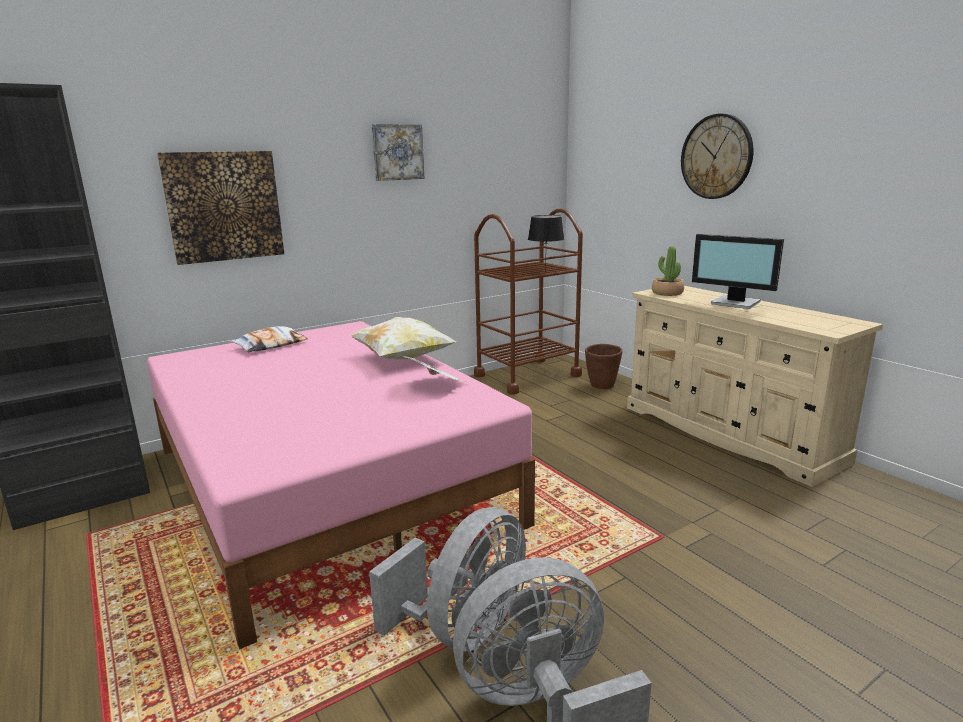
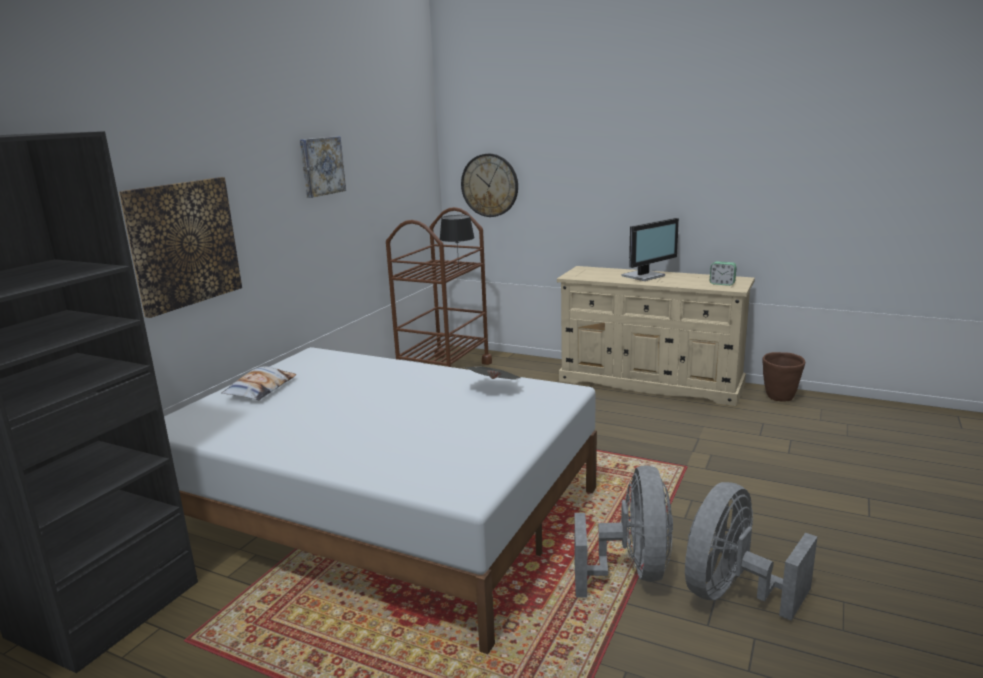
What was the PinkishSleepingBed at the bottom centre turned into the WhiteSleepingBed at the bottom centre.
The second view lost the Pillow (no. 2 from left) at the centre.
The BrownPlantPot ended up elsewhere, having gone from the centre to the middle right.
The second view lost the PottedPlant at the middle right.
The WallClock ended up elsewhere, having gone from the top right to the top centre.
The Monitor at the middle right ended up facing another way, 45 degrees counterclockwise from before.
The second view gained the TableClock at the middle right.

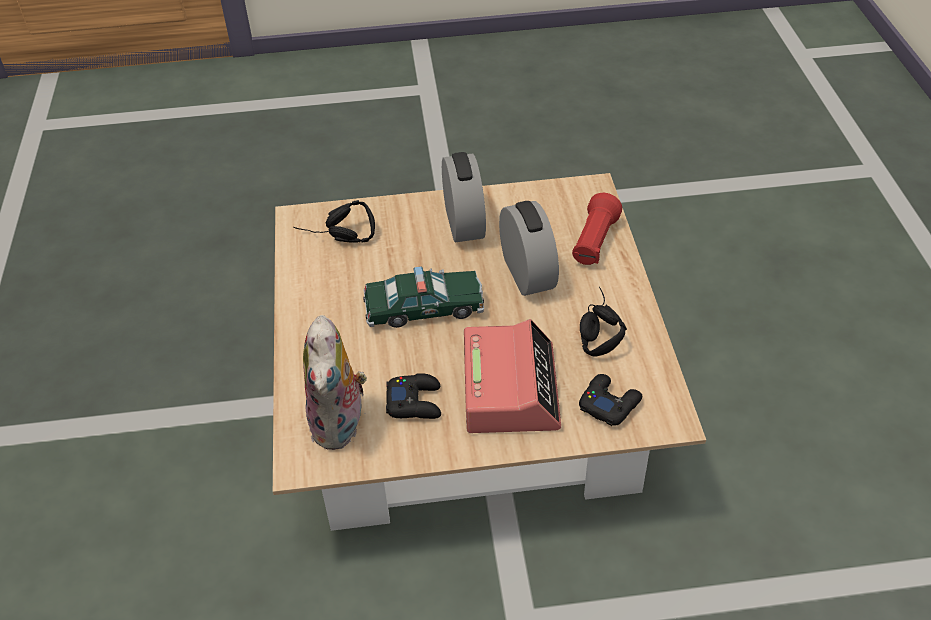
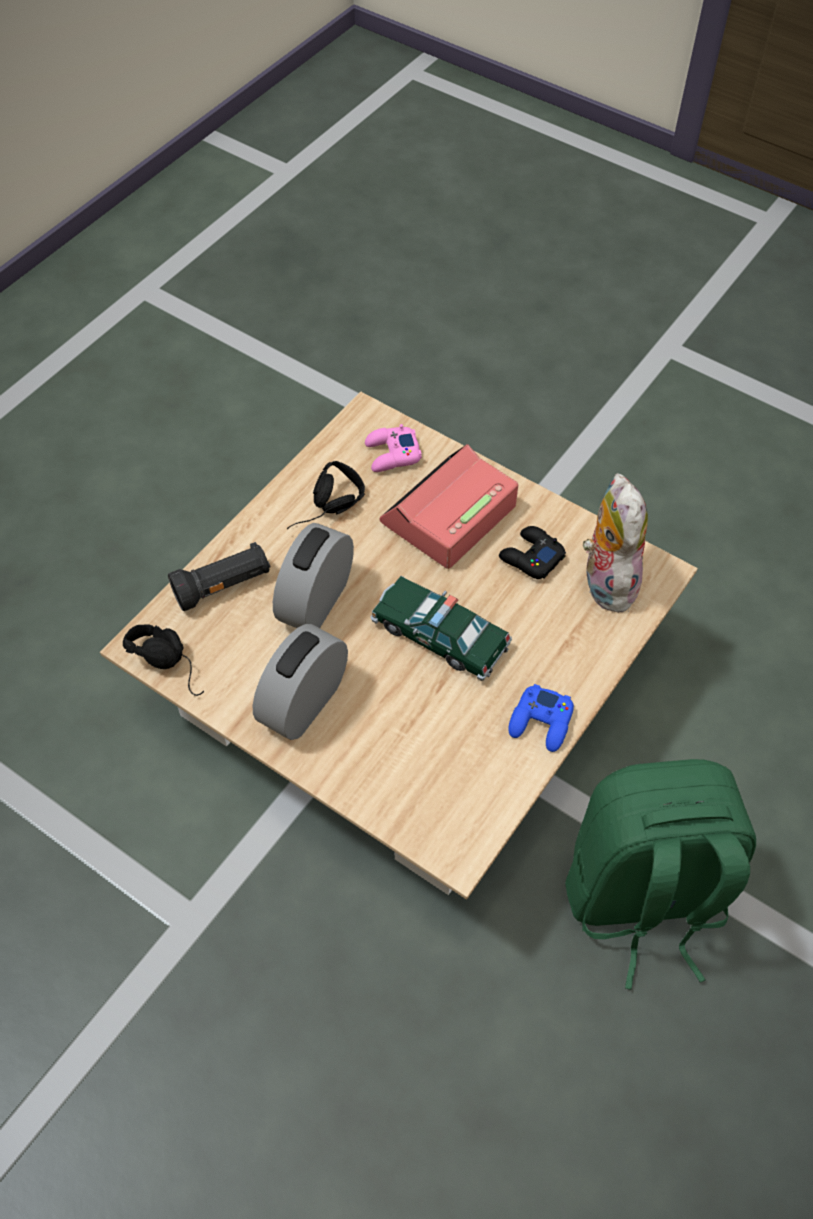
The BlackHeadphones (no. 1 from left) ended up elsewhere, having gone from the centre to the middle left.
The CuddlyToy at the centre ended up facing another way, 45 degrees counterclockwise from before.
What was the RedColouredHandTorch at the centre turned into the BlackHandTorch at the middle left.
What was the BlackGameController (no. 2 from left) at the centre turned into the PinkishGameController at the centre.
The second view gained the BluishGameController at the centre.
The second view gained the GreenRucksack at the bottom right.

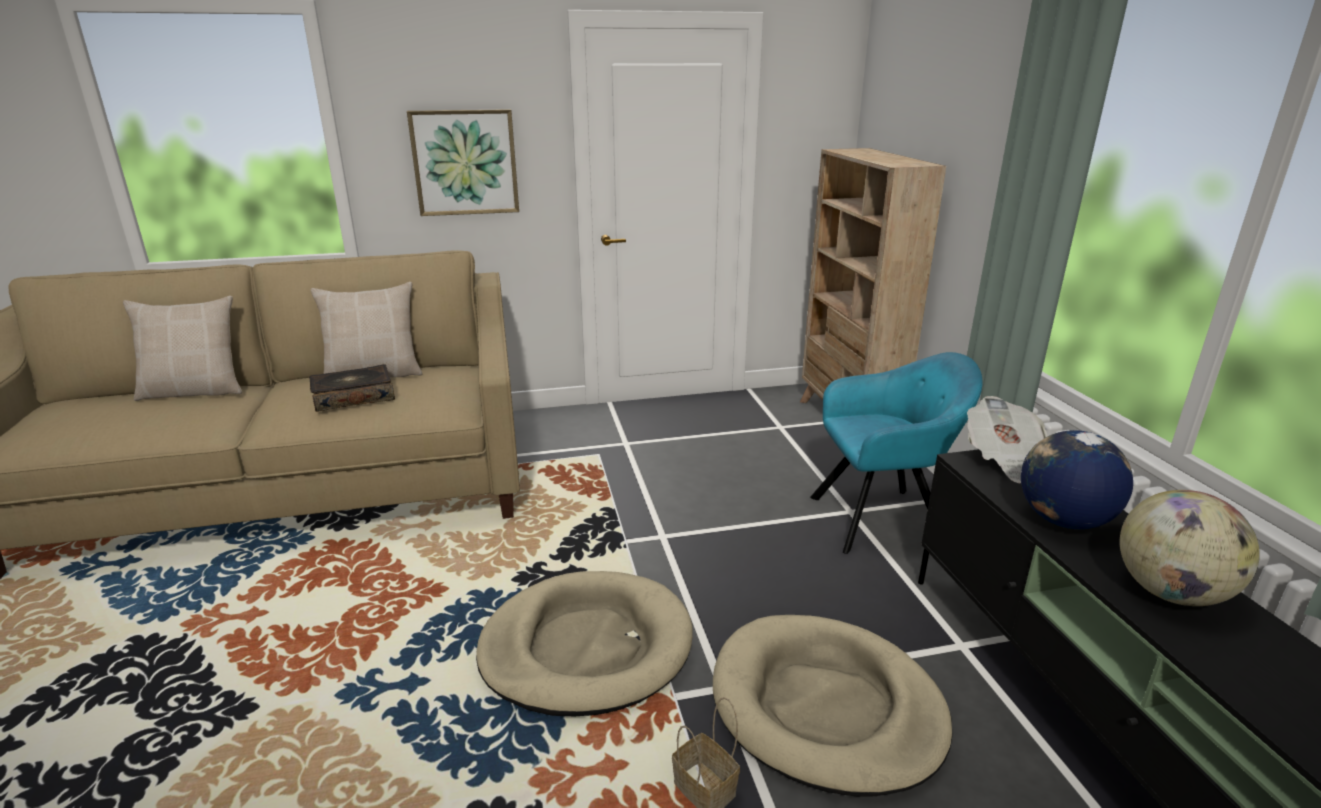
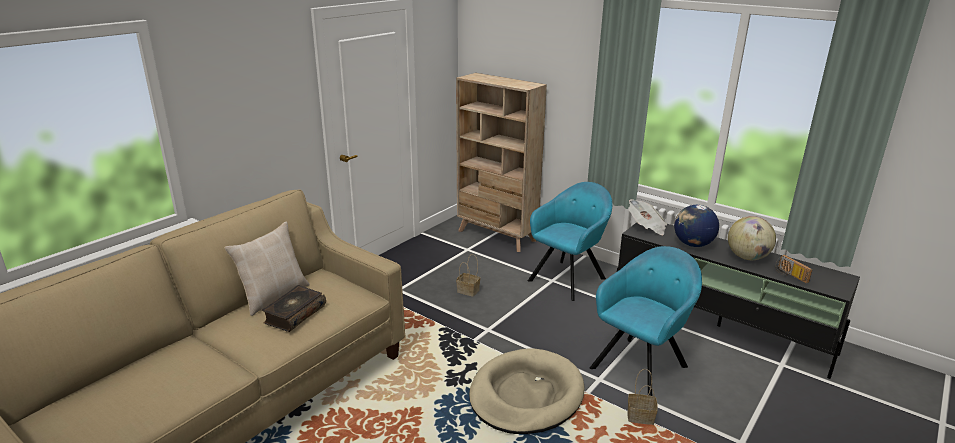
The second view lost the BeigePillow (no. 1 from left) at the middle left.
The second view lost the Picture at the top centre.
Where the BeigeDogBed (no. 2 from left) stood at the bottom centre, the TurquoiseColouredArmchair (no. 2 from left) came to stand at the bottom right.
The second view gained the StorageBasket (no. 1 from left) at the centre.
The second view gained the RadioReceiver at the middle right.

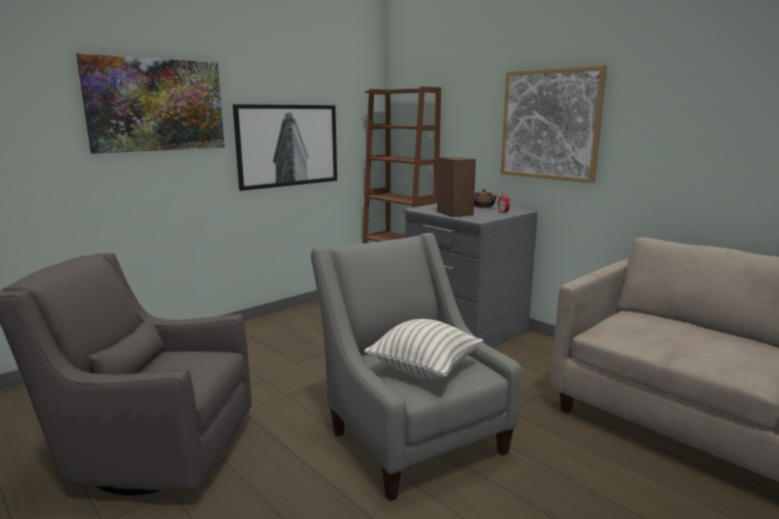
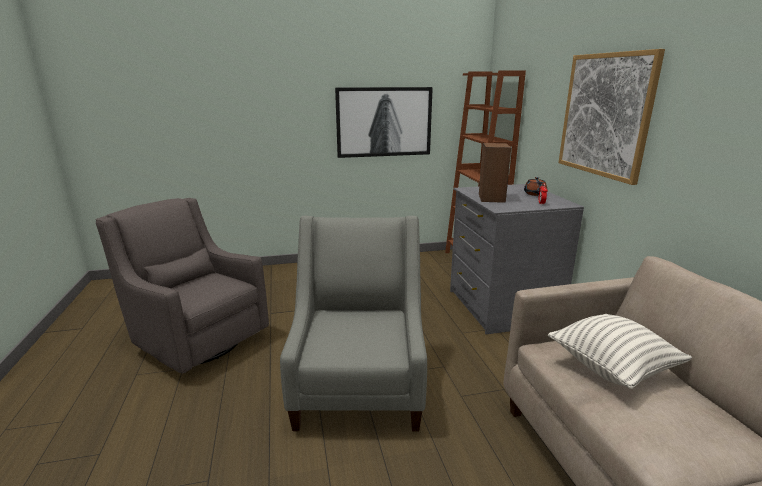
The second view lost the Picture (no. 1 from left) at the top left.
The Pillow ended up elsewhere, having gone from the bottom centre to the bottom right.

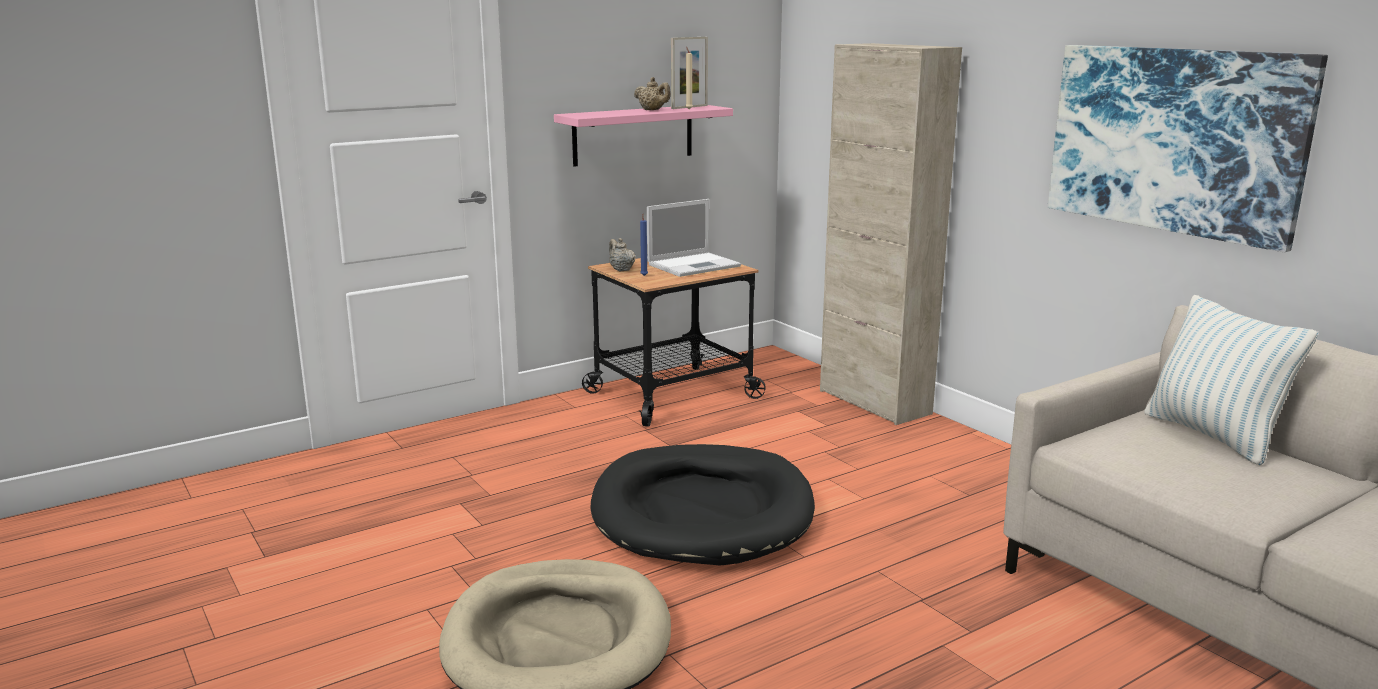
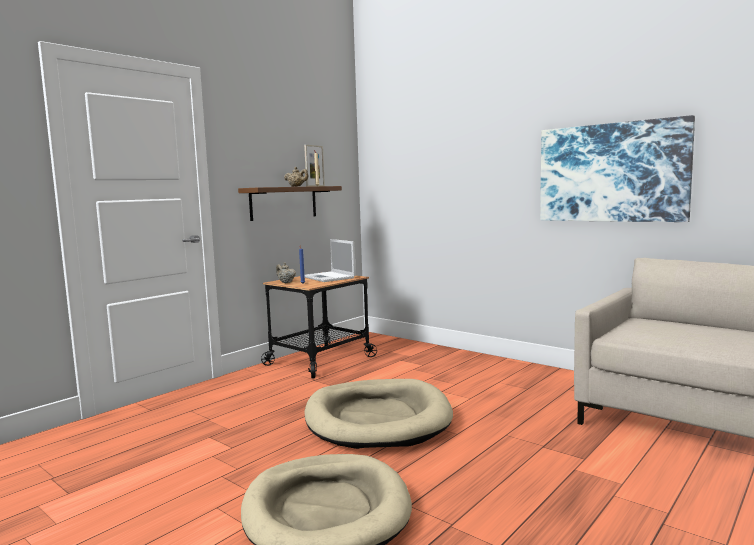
What was the PinkishShelf at the top centre turned into the BrownShelf at the centre.
What was the BlackDogBed at the bottom centre turned into the BeigeDogBed (no. 2 from left) at the bottom centre.
The Laptop at the centre ended up facing another way, 105 degrees clockwise from before.
The second view lost the BeigeCabinet at the centre.
The second view lost the Pillow at the middle right.

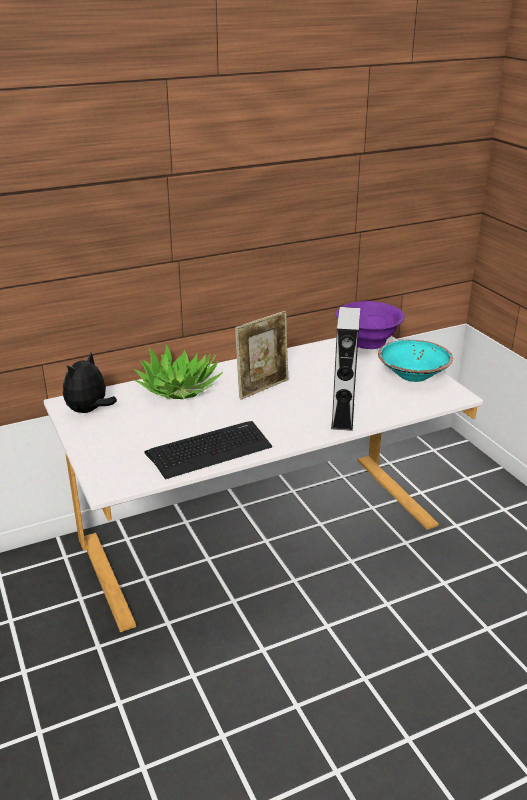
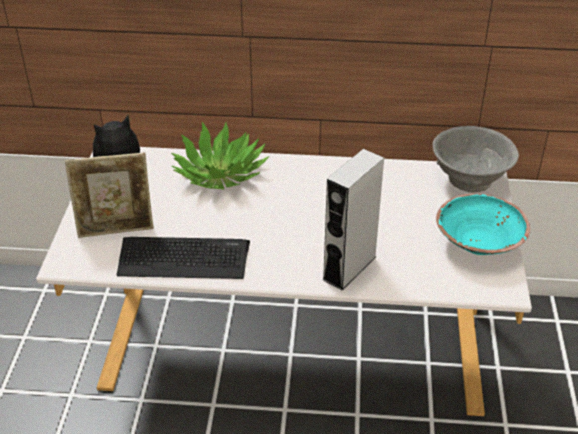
The StandingFrame ended up elsewhere, having gone from the centre to the middle left.
What was the PurplishBowl at the middle right turned into the GrayBowl at the middle right.

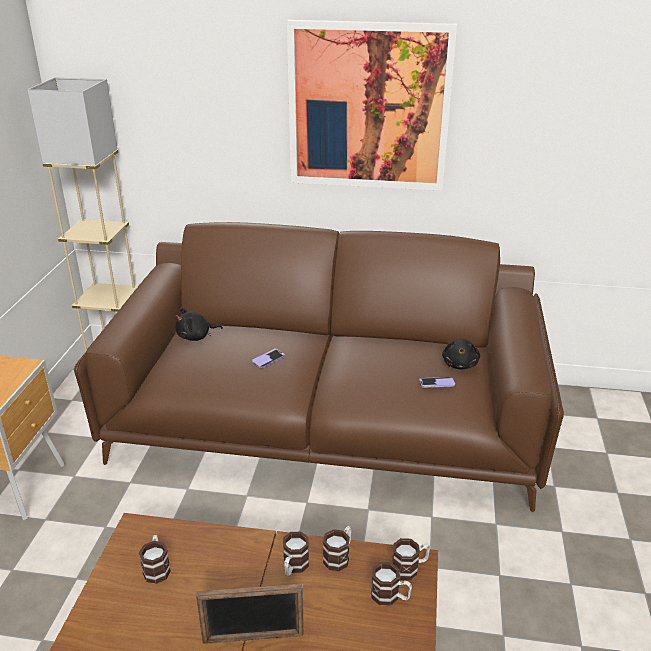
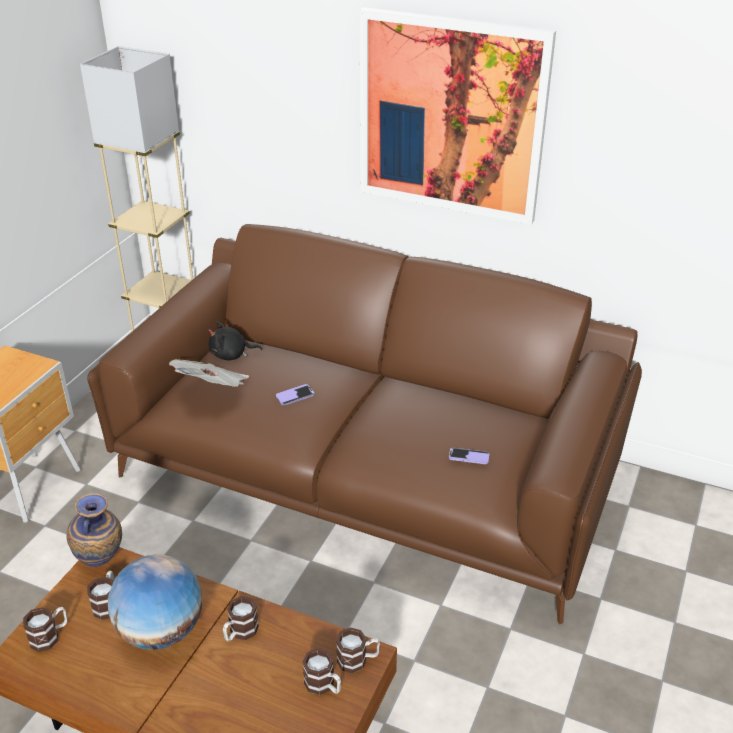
The second view lost the StandingFrame at the bottom centre.
The Mug (no. 3 from left in the first image) ended up elsewhere, having gone from the bottom centre to the bottom left.
The second view lost the BlackCuddlyToy (no. 2 from left) at the middle right.
The second view gained the Vase at the bottom left.
The second view gained the WorldGlobe at the bottom left.
The second view gained the Newspaper at the middle left.

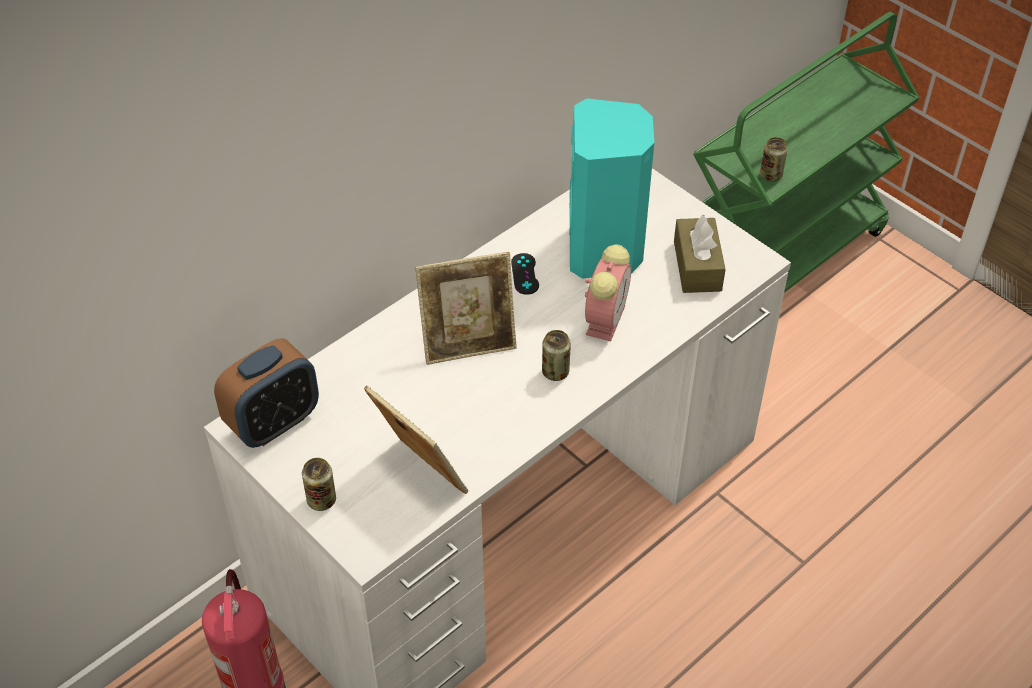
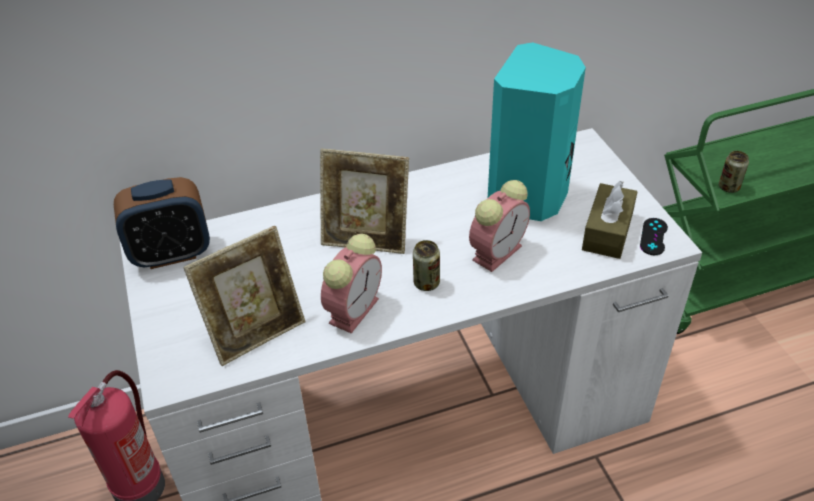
The second view lost the MetalCan (no. 1 from left) at the bottom left.
The StandingFrame (no. 1 from left) at the centre ended up facing another way, 75 degrees clockwise from before.
The BlackGameController ended up elsewhere, having gone from the centre to the middle right.
The second view gained the TableClock (no. 2 from left) at the centre.

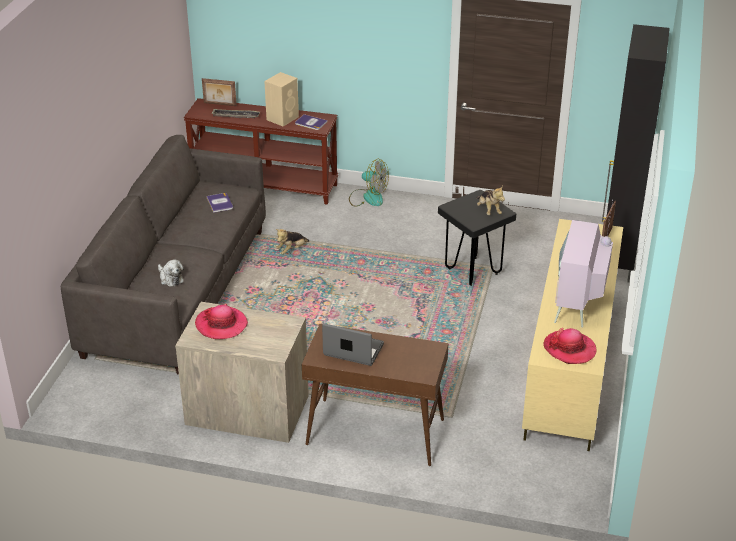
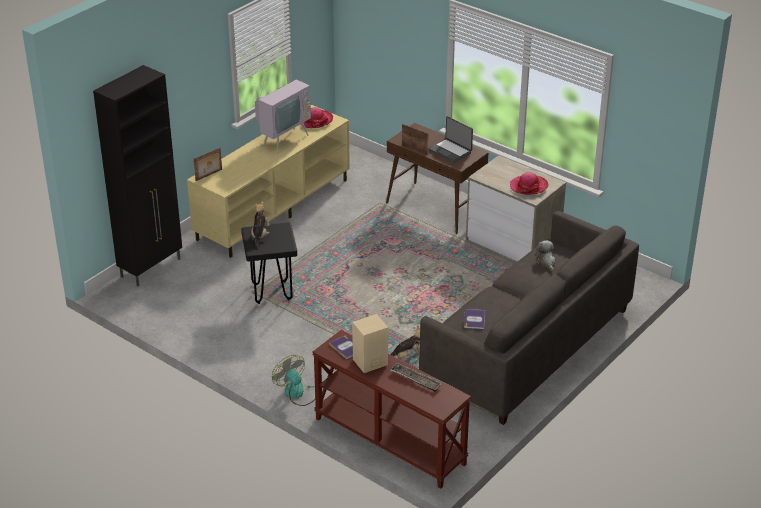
The StandingFrame (no. 1 from left in the first image) ended up elsewhere, having gone from the top left to the top centre.

